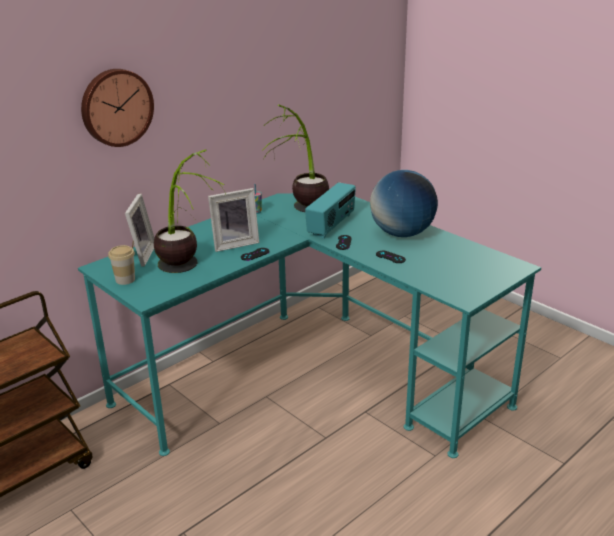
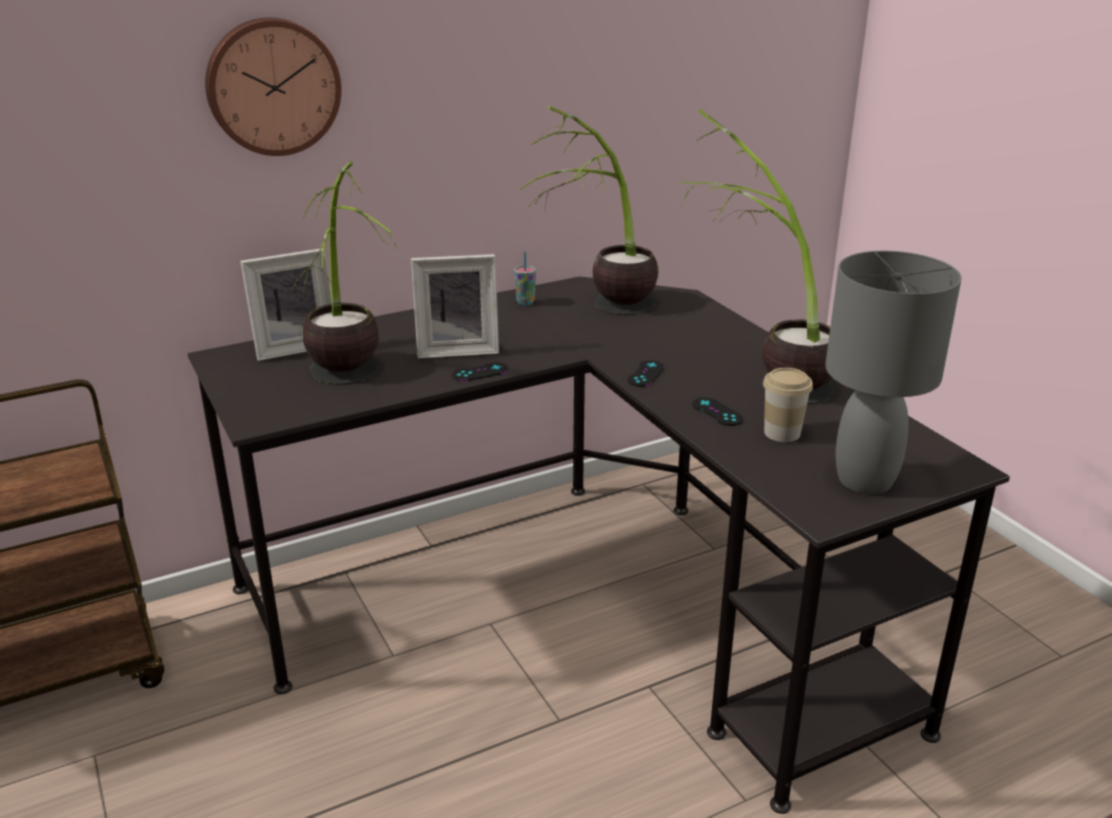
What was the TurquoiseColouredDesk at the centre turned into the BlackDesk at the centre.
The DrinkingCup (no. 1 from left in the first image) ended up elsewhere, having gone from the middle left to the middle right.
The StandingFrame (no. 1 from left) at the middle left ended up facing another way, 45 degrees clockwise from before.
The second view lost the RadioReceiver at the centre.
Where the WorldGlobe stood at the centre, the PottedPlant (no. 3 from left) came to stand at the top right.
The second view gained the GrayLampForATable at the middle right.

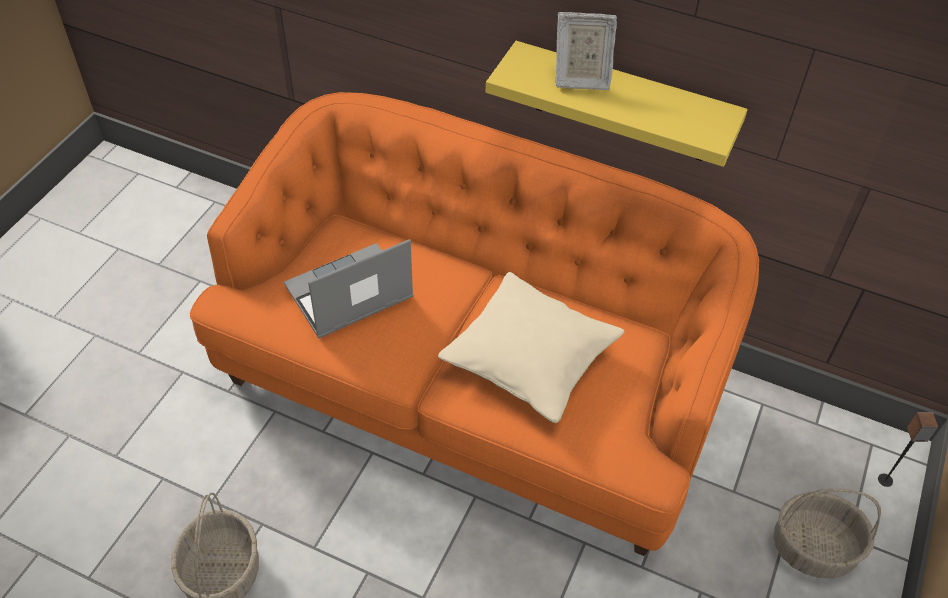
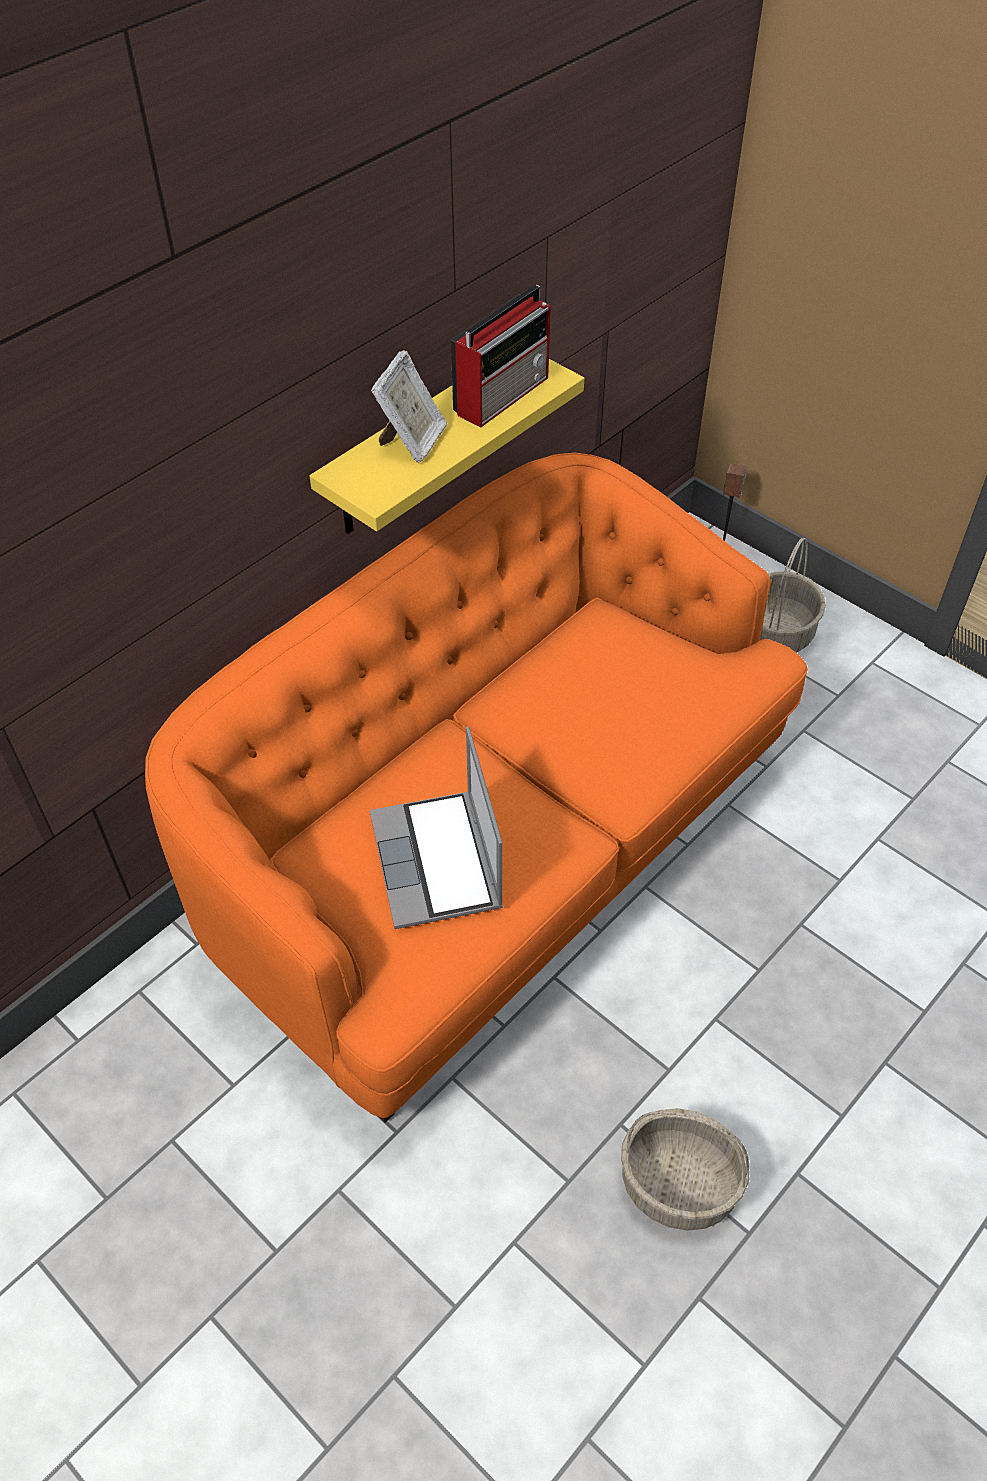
The second view lost the BeigePillow at the centre.
The second view gained the RadioReceiver at the top centre.

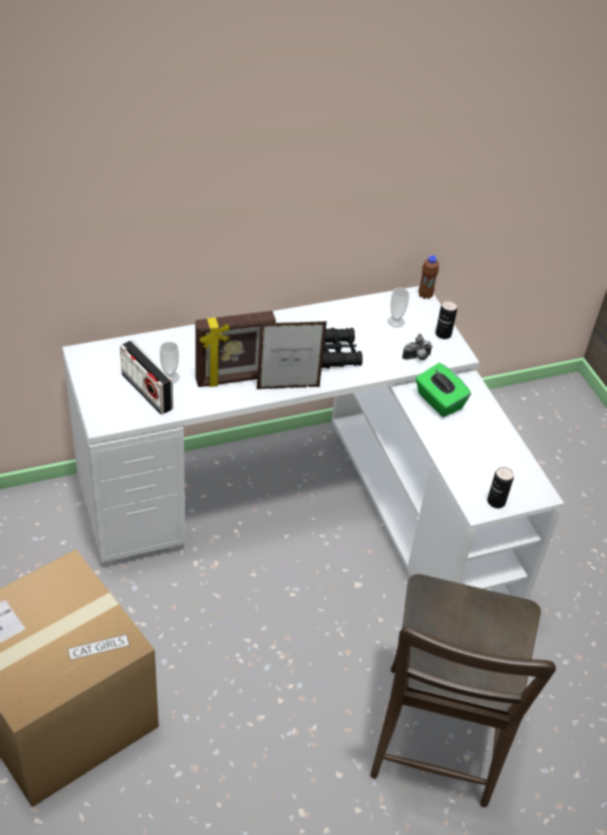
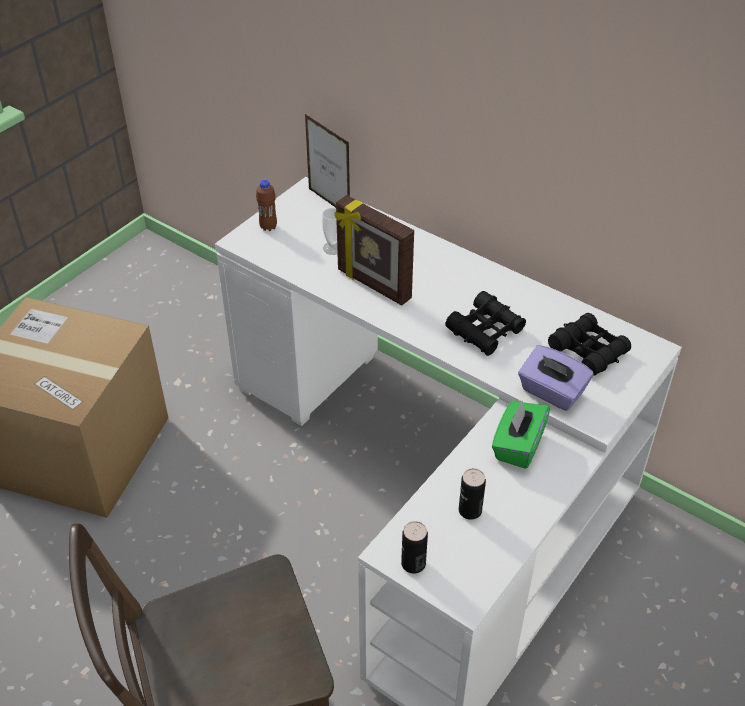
The second view lost the RadioReceiver at the middle left.
The StandingFrame (no. 2 from left in the first image) ended up elsewhere, having gone from the centre to the top centre.
Where the DrinkingCup (no. 2 from left) stood at the centre, the BlackBinoculars (no. 2 from left) came to stand at the middle right.
Where the StillCamera stood at the middle right, the PurplishBoxOfTissues came to stand at the middle right.
The BrownDrinkBottle ended up elsewhere, having gone from the top right to the top centre.
The MetalCan (no. 1 from left in the first image) ended up elsewhere, having gone from the middle right to the bottom centre.

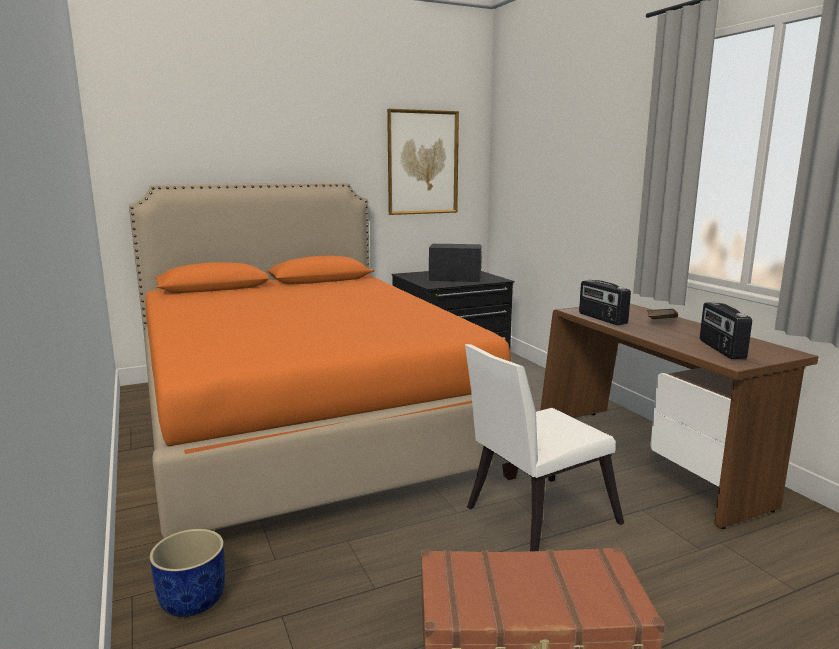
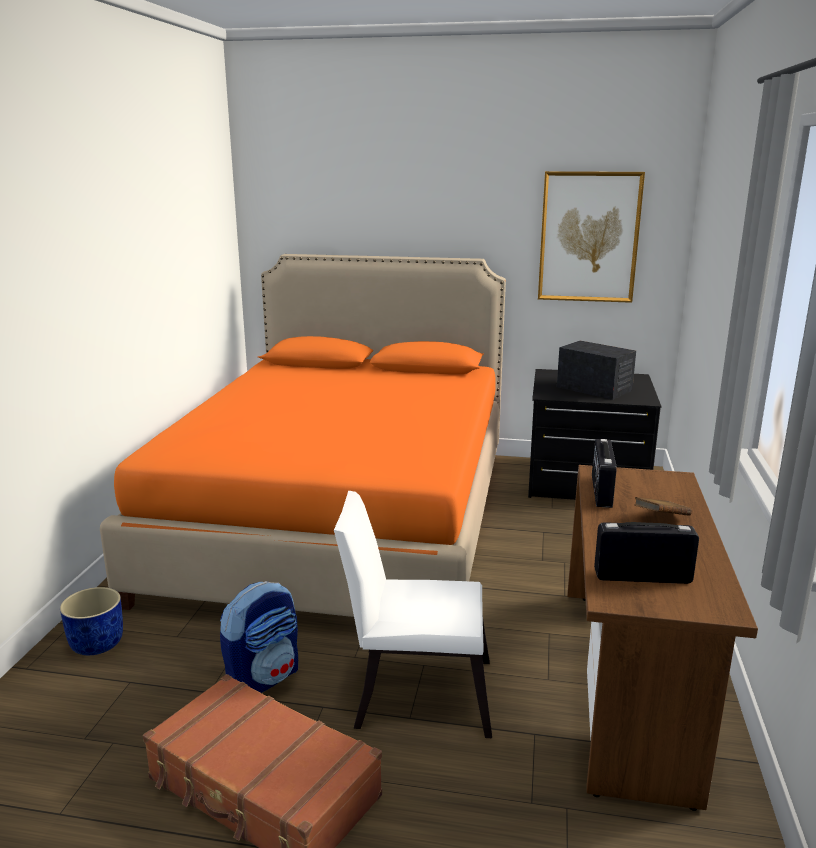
The RadioReceiver (no. 3 from left) at the middle right ended up facing another way, 60 degrees clockwise from before.
The second view gained the Rucksack at the bottom left.

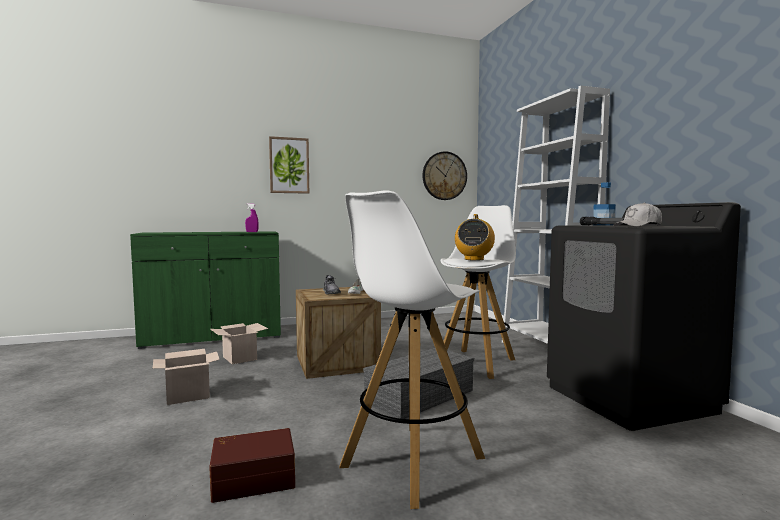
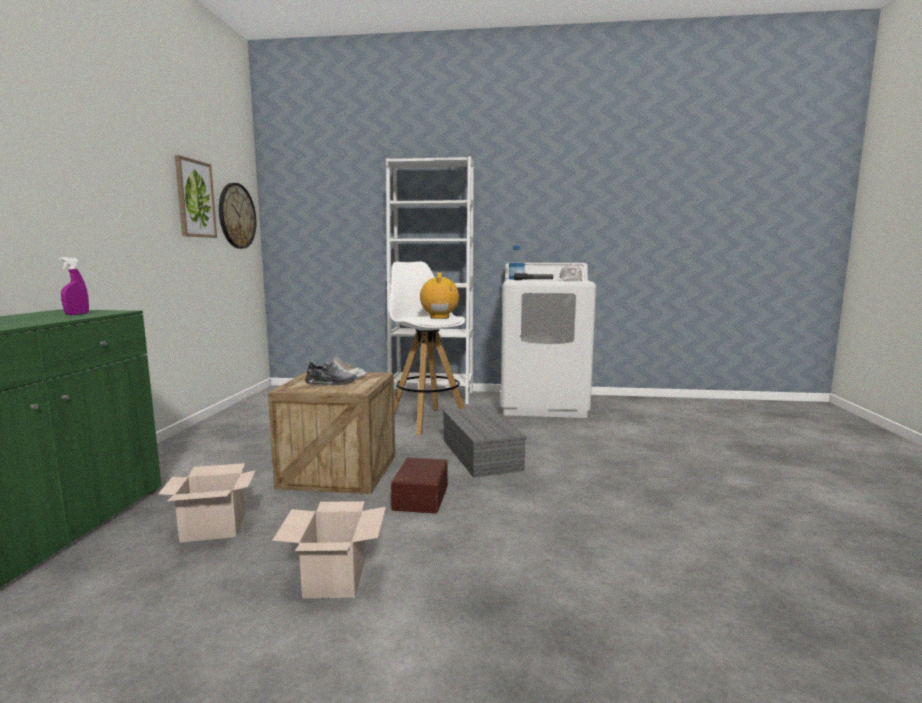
The BrownStorageContainer ended up elsewhere, having gone from the bottom left to the bottom centre.
The Picture ended up elsewhere, having gone from the top centre to the top left.
The second view lost the WhiteStool (no. 1 from left) at the bottom centre.
The RadioReceiver at the centre ended up facing another way, 135 degrees counterclockwise from before.
What was the BlackLaundryMachine at the middle right turned into the WhiteLaundryMachine at the centre.

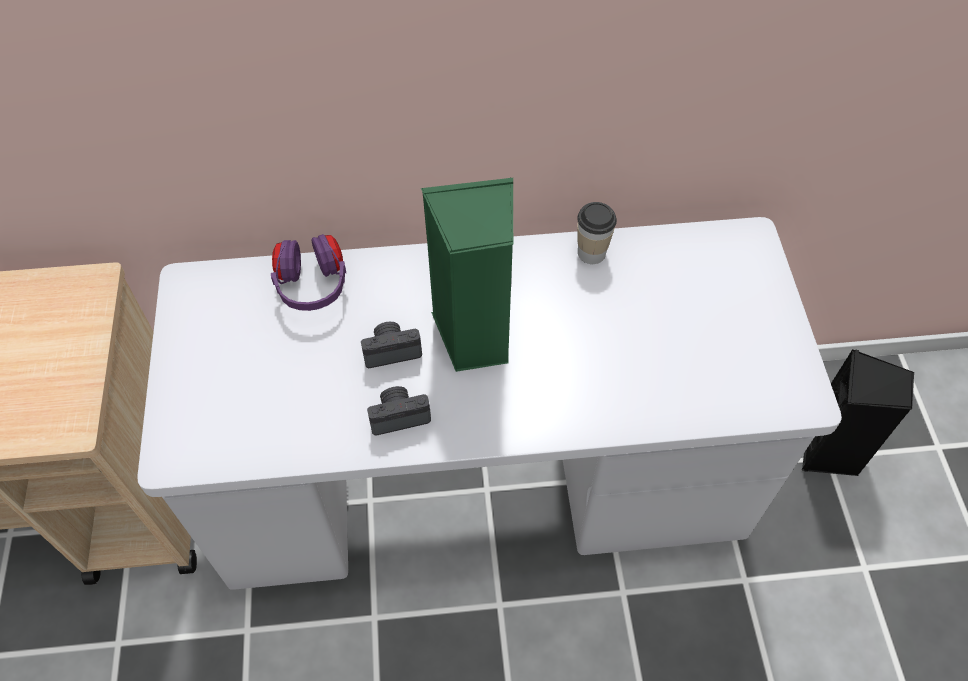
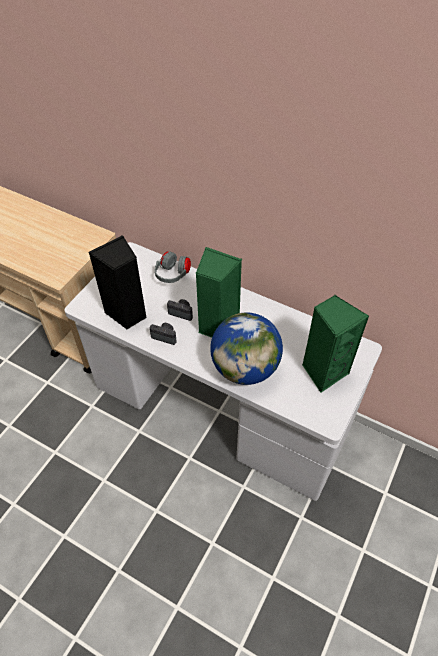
What was the PurplishHeadphones at the middle left turned into the GrayHeadphones at the centre.
The second view lost the DrinkingCup at the centre.
The BlackAudioSpeaker ended up elsewhere, having gone from the middle right to the middle left.
The second view gained the WorldGlobe at the centre.
The second view gained the GreenAudioSpeaker (no. 2 from left) at the middle right.

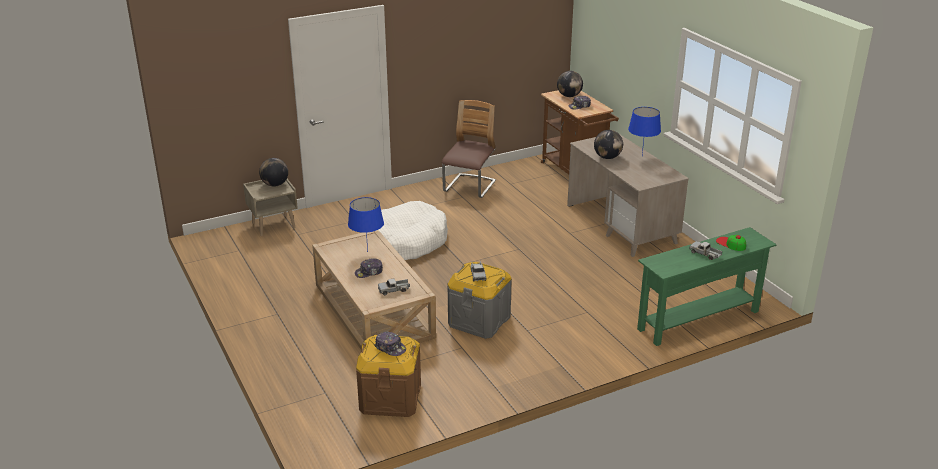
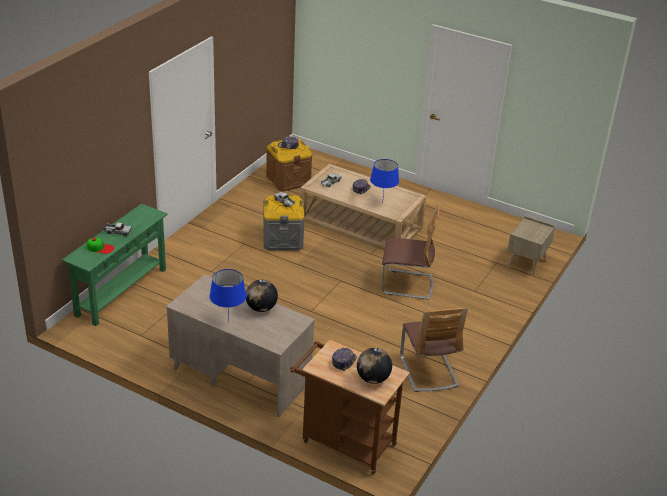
The second view lost the WorldGlobe (no. 1 from left) at the middle left.
Where the WhiteDogBed stood at the centre, the Chair (no. 1 from left) came to stand at the centre.

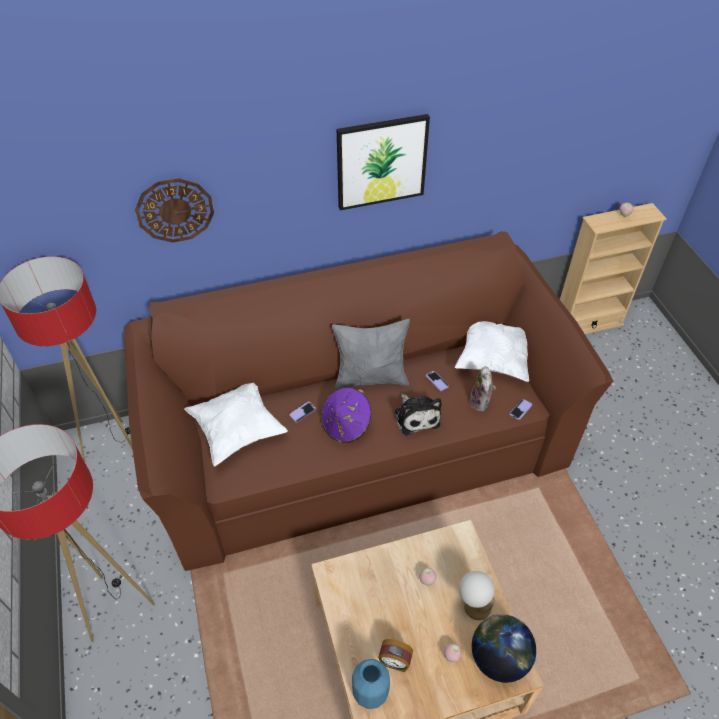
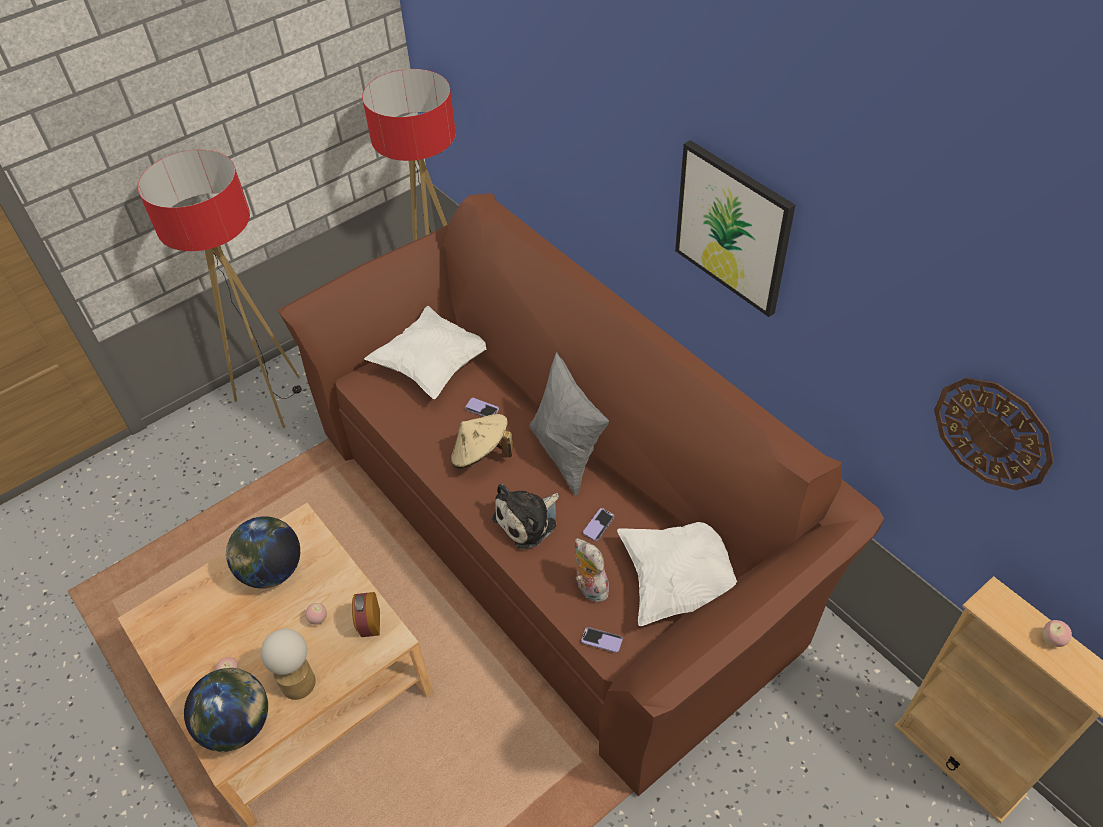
The WallClock ended up elsewhere, having gone from the top left to the middle right.
What was the PurplishClothingHat at the centre turned into the BeigeClothingHat at the centre.
The second view lost the BluishVase at the bottom centre.
The TableClock ended up elsewhere, having gone from the bottom centre to the bottom left.
The CuddlyToy (no. 2 from left) at the middle right ended up facing another way, 75 degrees clockwise from before.
The second view gained the WorldGlobe (no. 2 from left) at the bottom left.

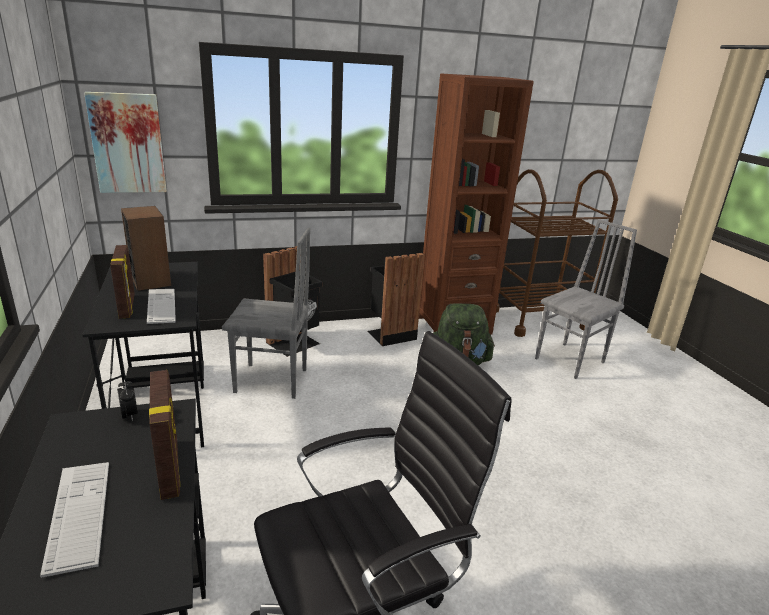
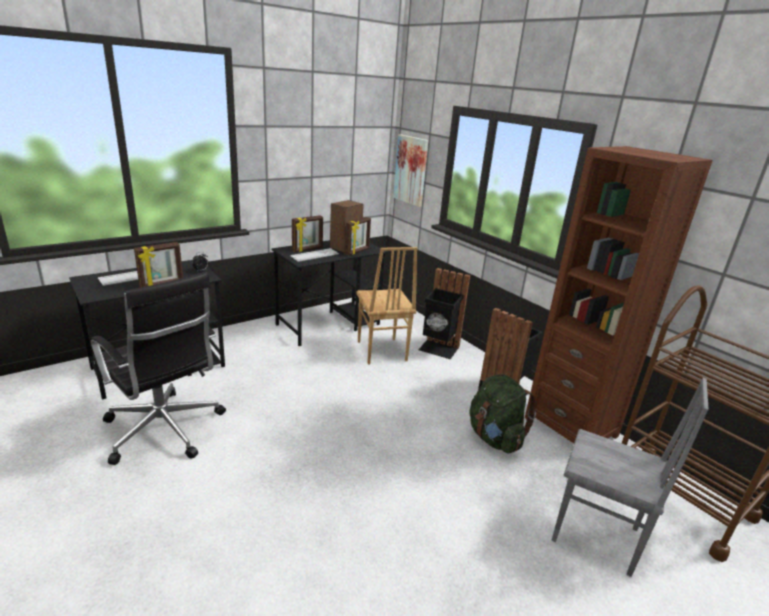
What was the GrayChair (no. 1 from left) at the centre turned into the BrownChair at the centre.
The second view gained the StandingFrame (no. 3 from left) at the centre.

